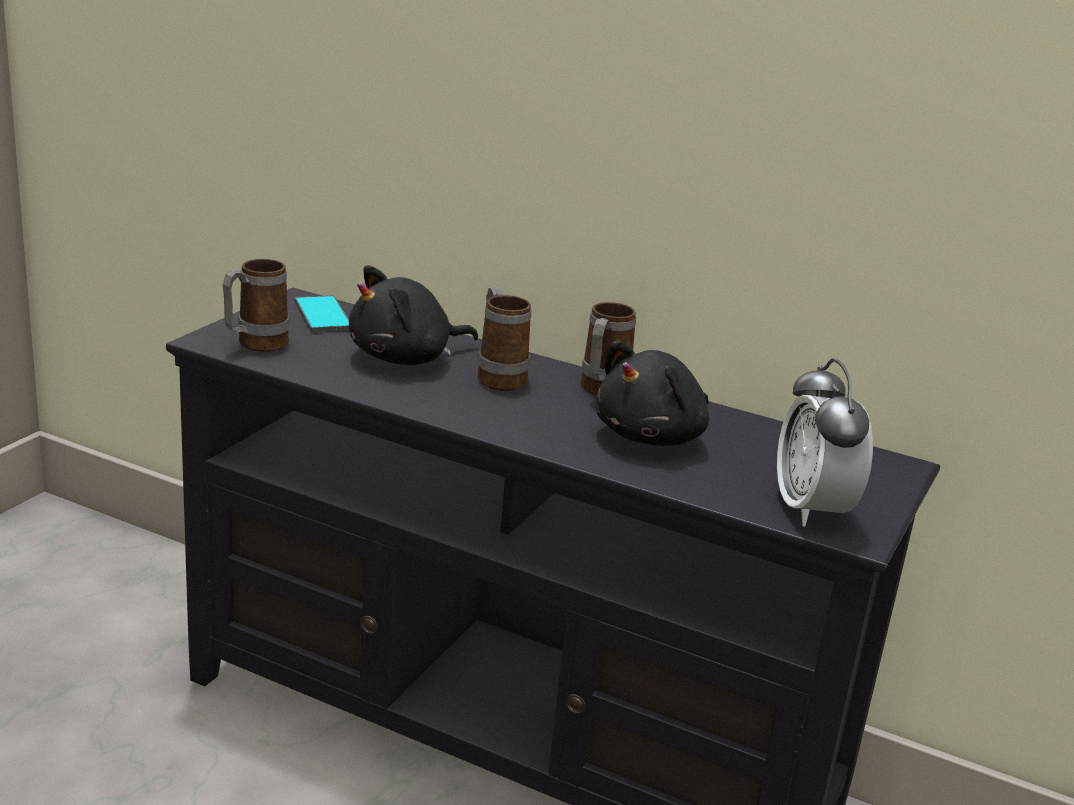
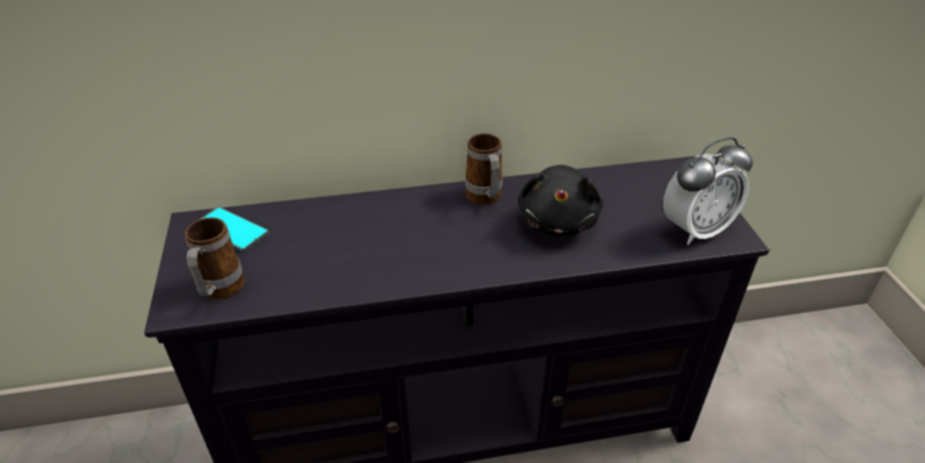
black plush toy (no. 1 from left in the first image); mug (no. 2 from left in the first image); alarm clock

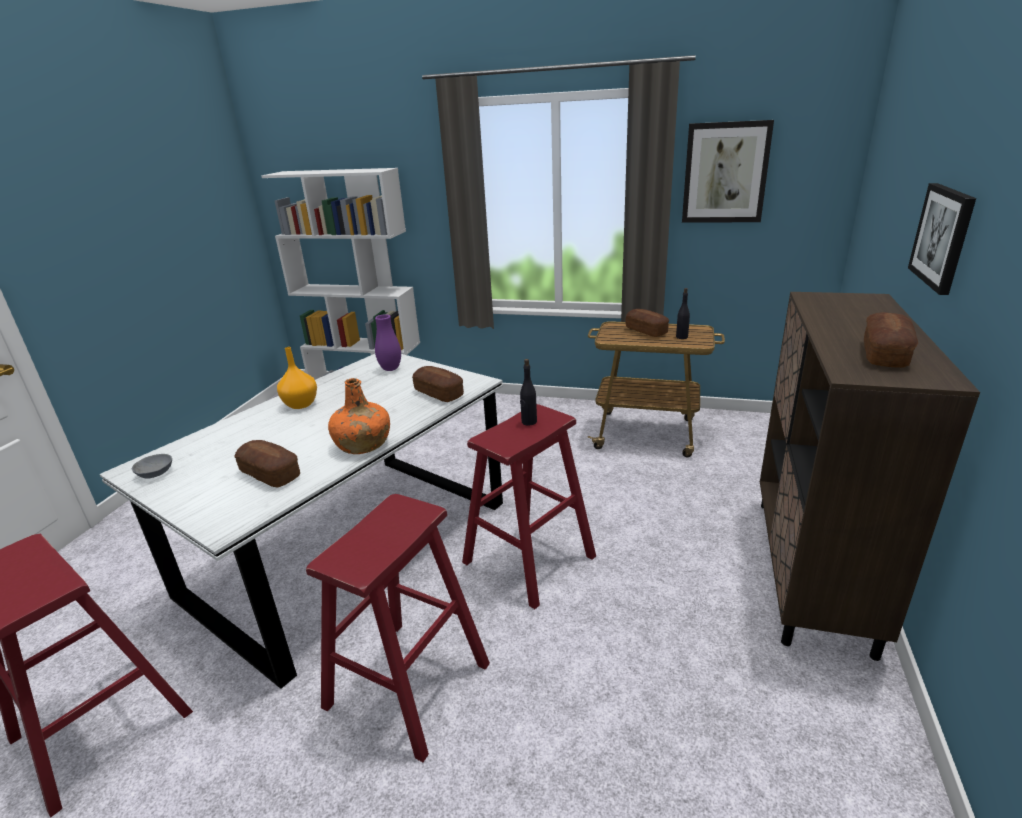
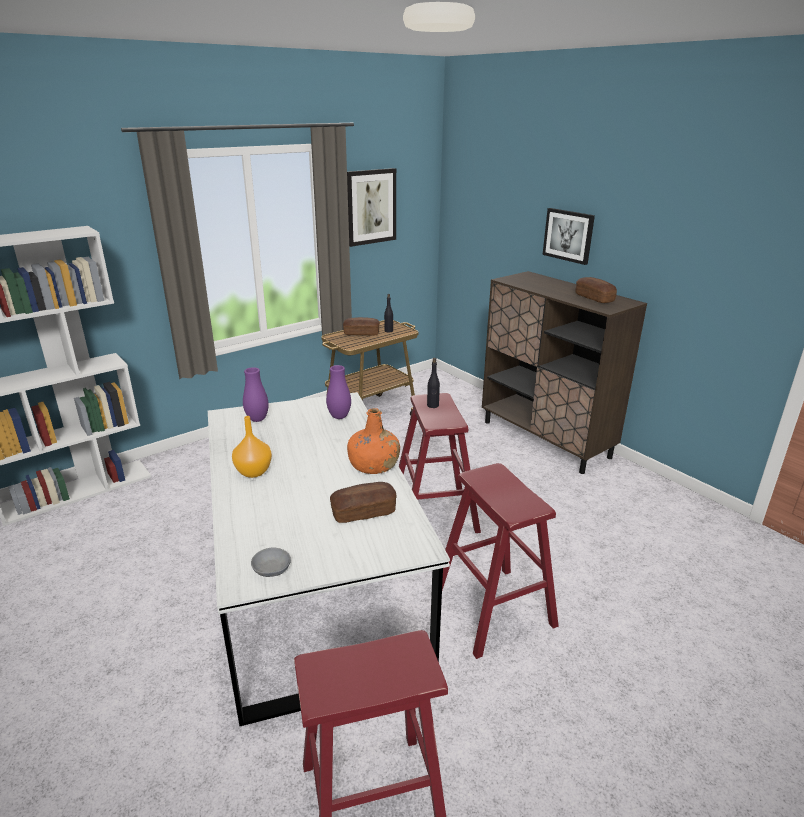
purple vase (no. 2 from left)

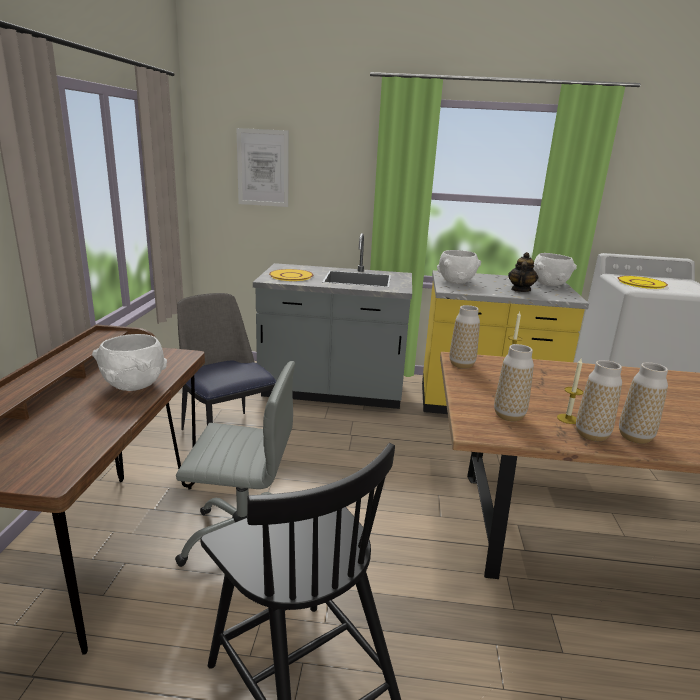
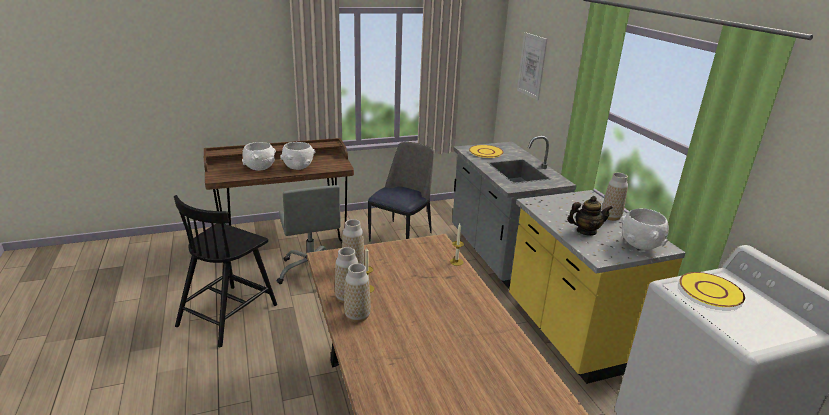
white bowl (no. 1 from left); vase (no. 4 from left)

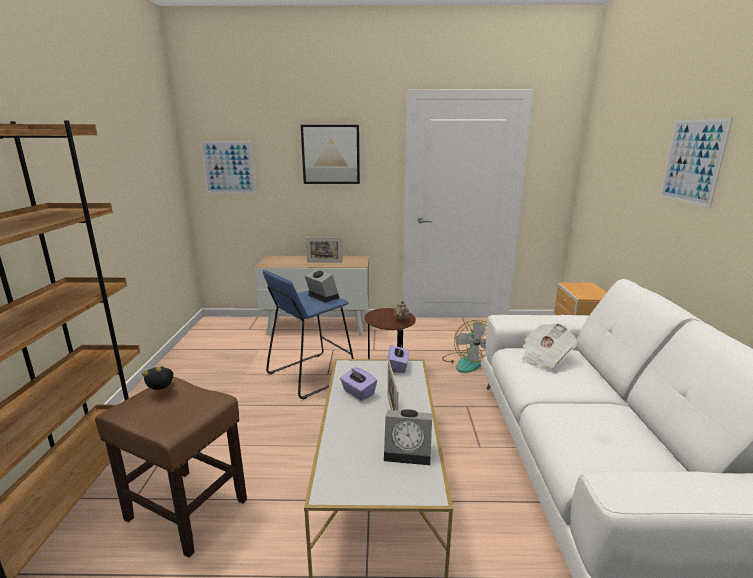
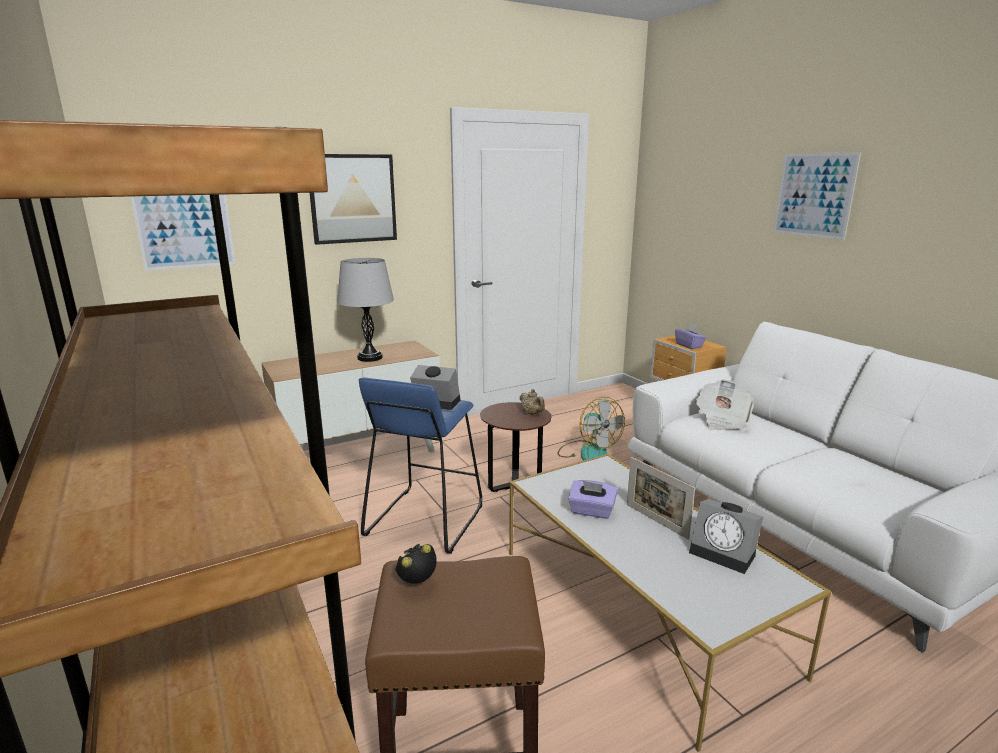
grey table lamp; purple tissue box (no. 2 from left); alarm clock (no. 3 from left)

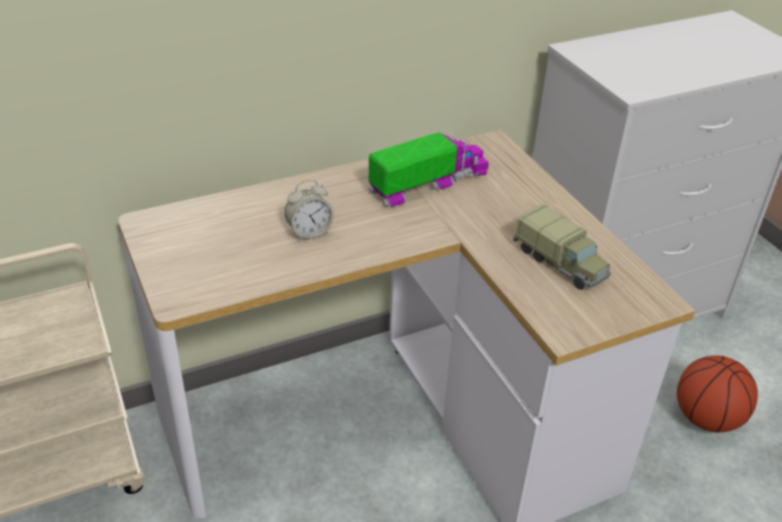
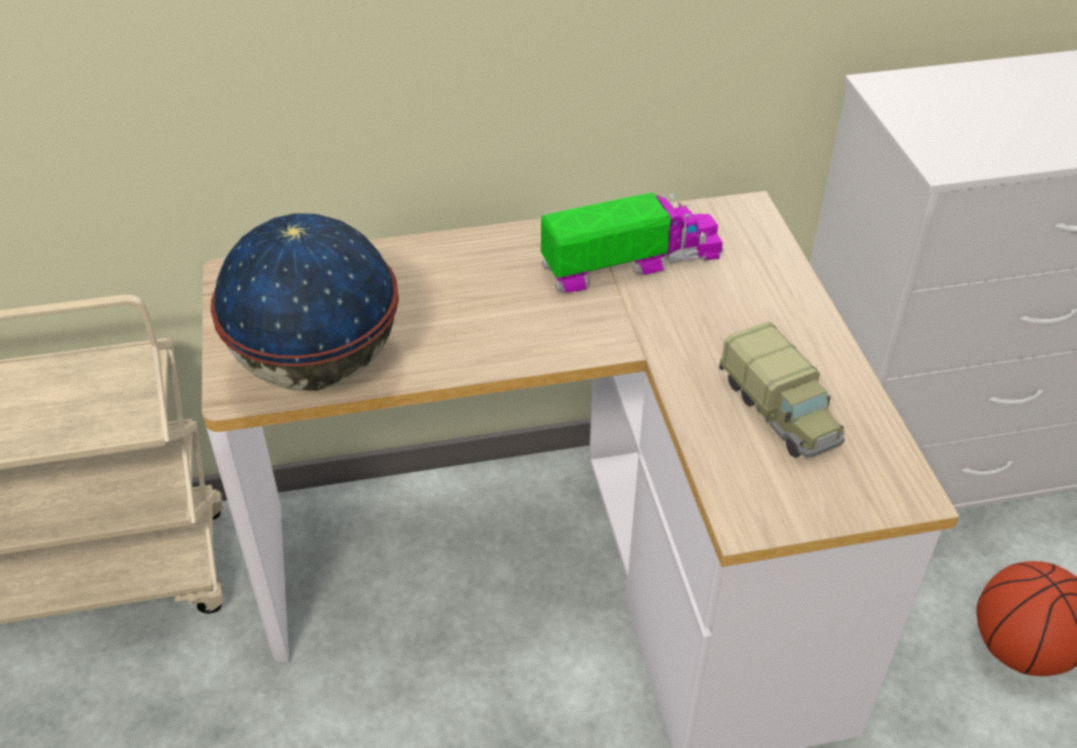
alarm clock; globe

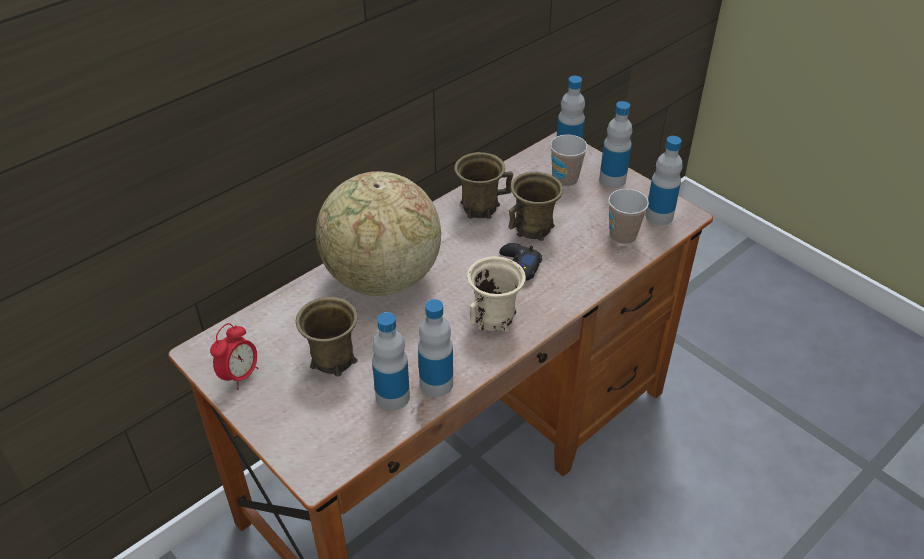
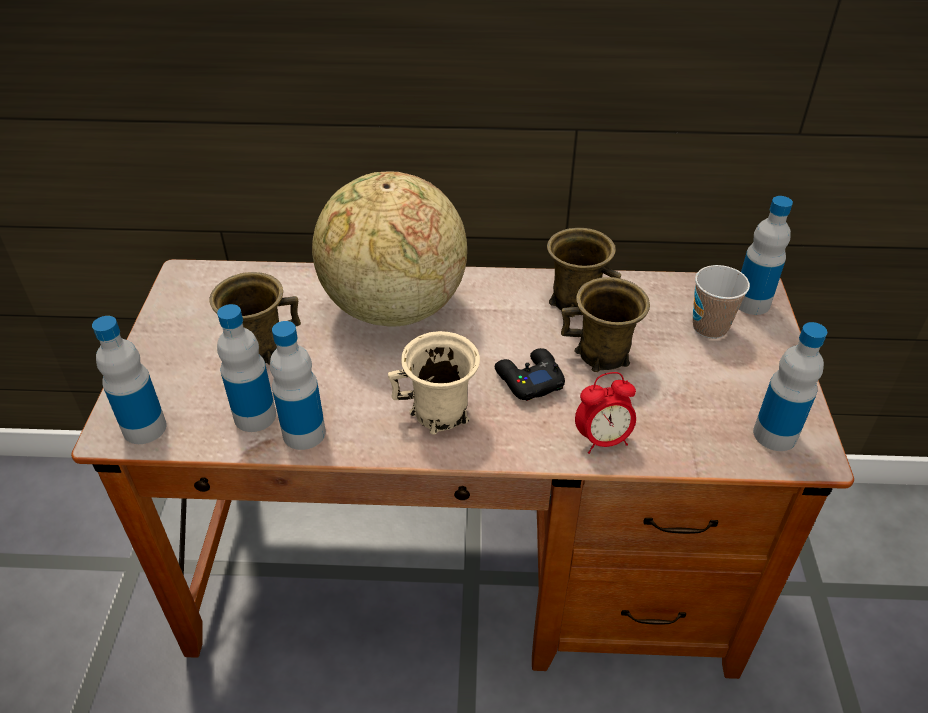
bottle (no. 1 from left); cup (no. 2 from left in the first image); alarm clock

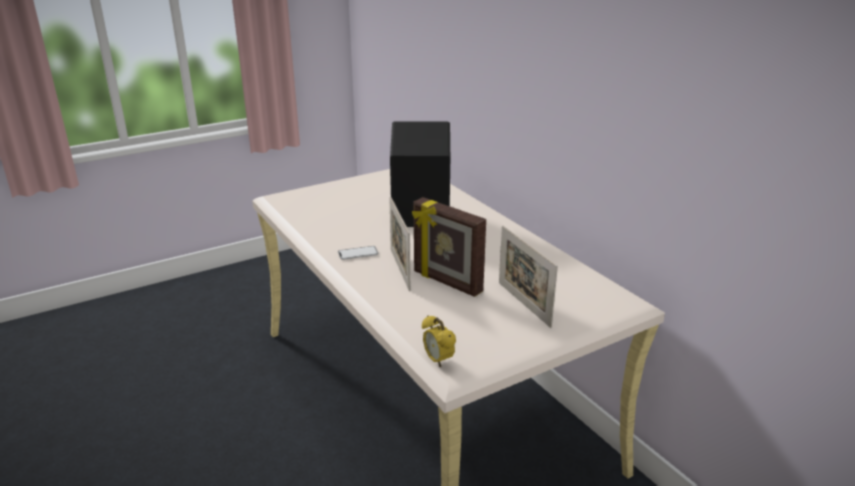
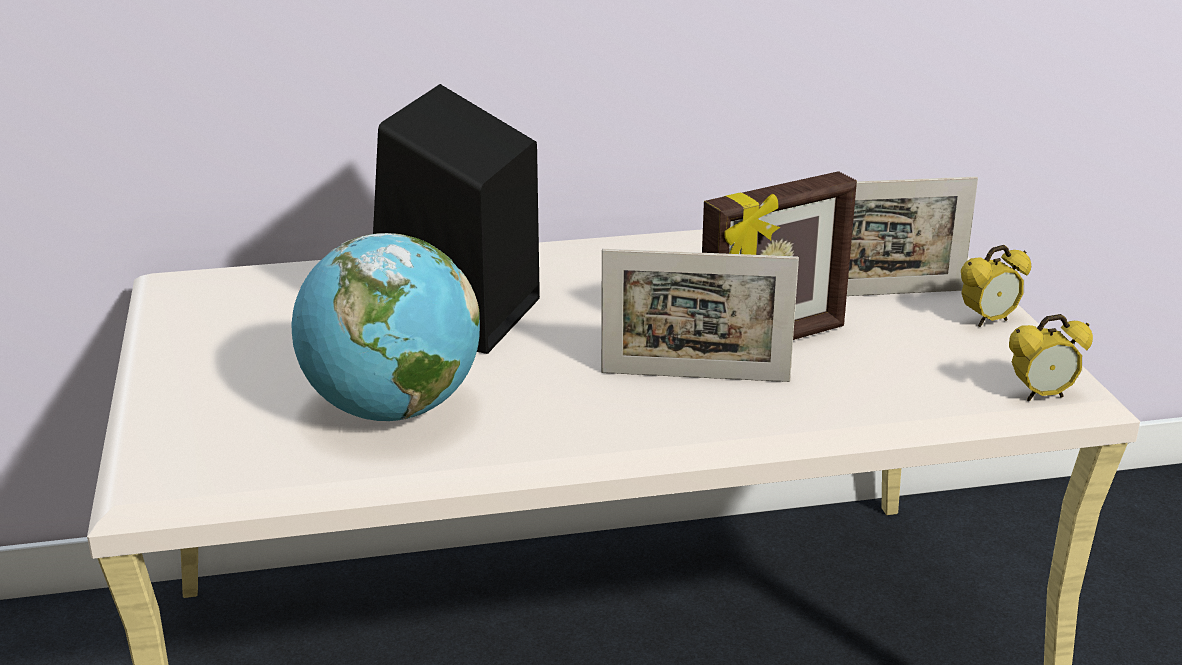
phone; globe; alarm clock (no. 1 from left)

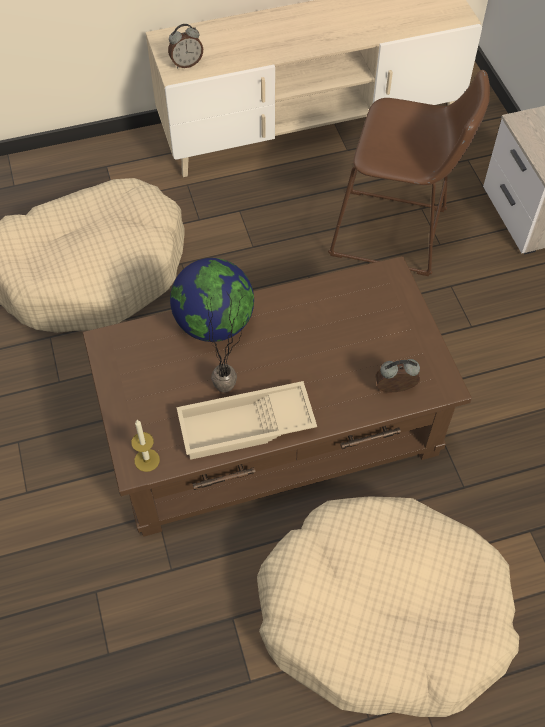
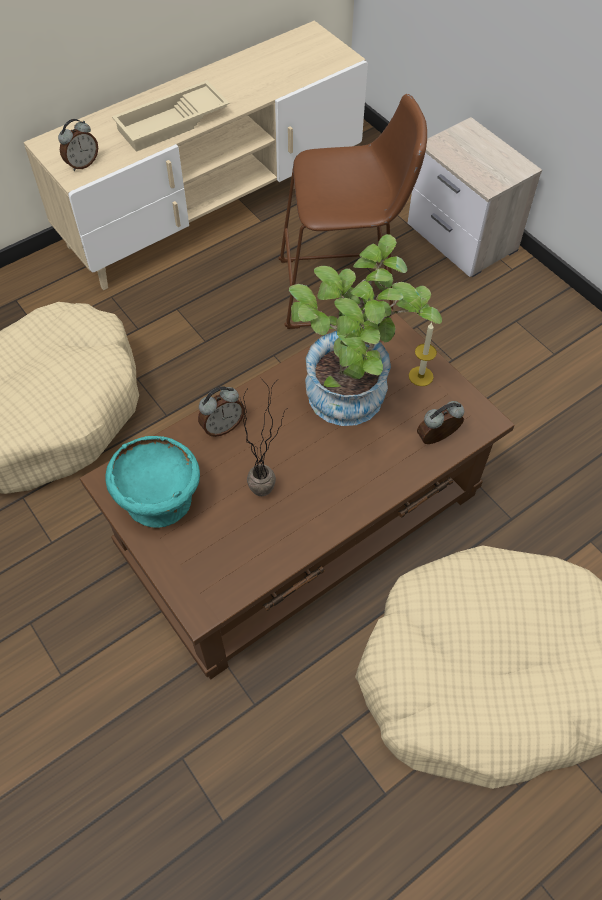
alarm clock (no. 2 from left); beige tray; candle; potted plant (no. 2 from left); turquoise bowl

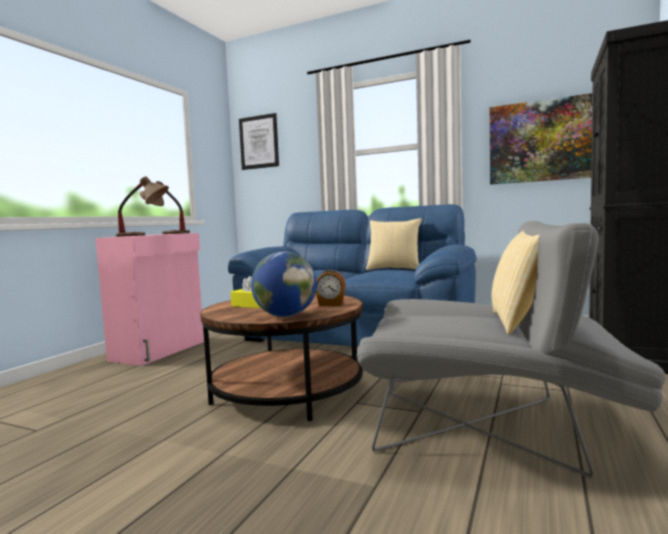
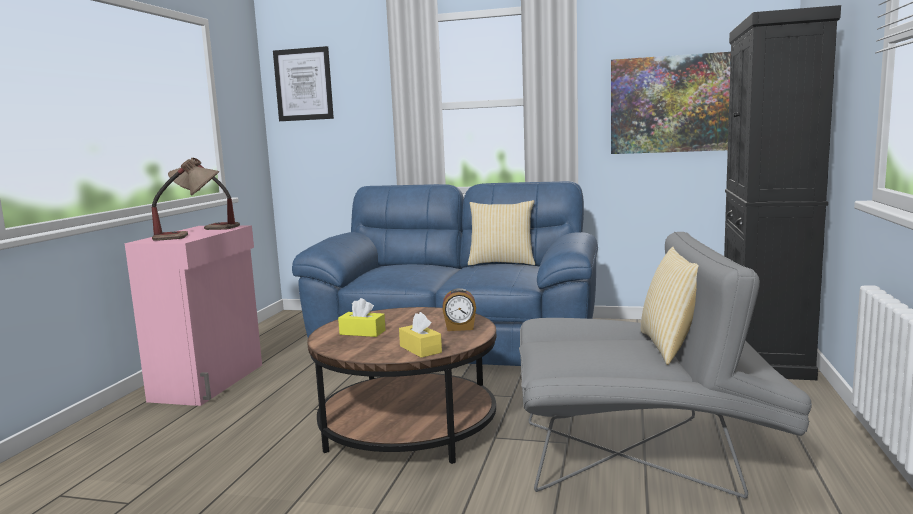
yellow tissue box (no. 2 from left)

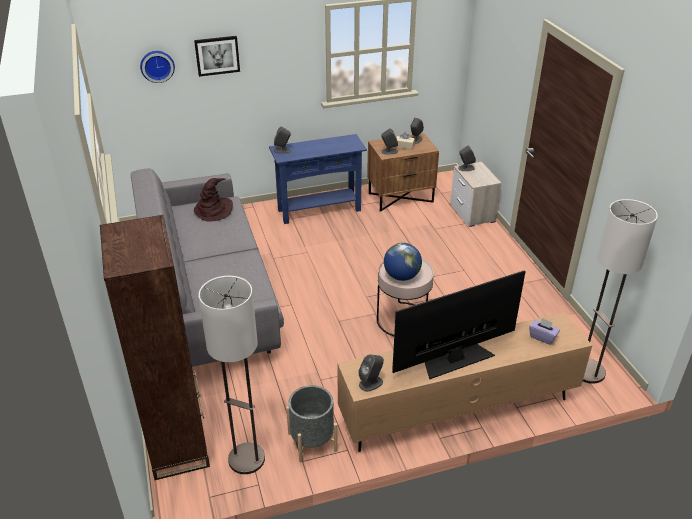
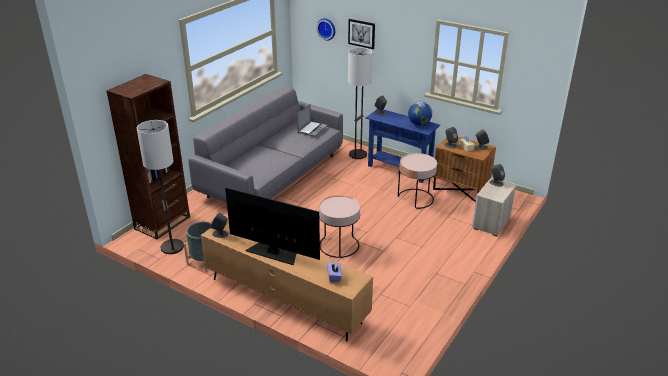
laptop; floor lamp (no. 2 from left); globe; pink side table (no. 2 from left)

